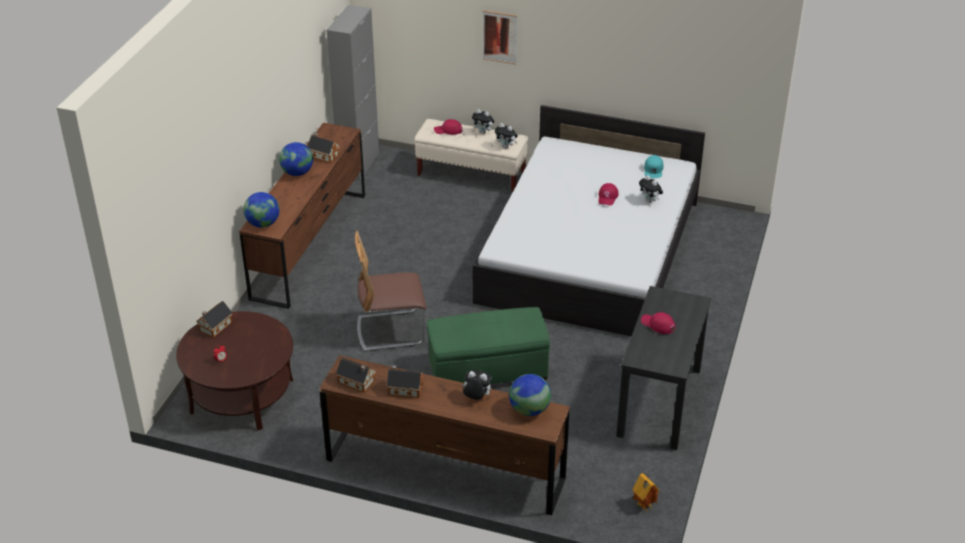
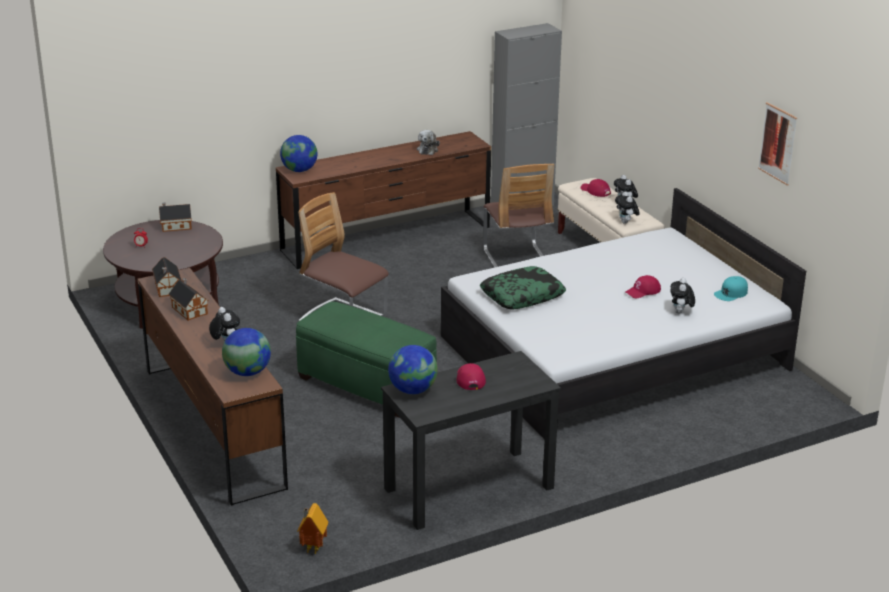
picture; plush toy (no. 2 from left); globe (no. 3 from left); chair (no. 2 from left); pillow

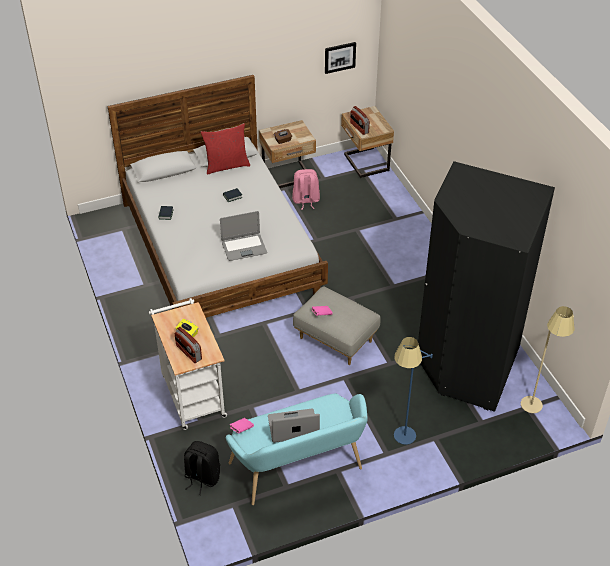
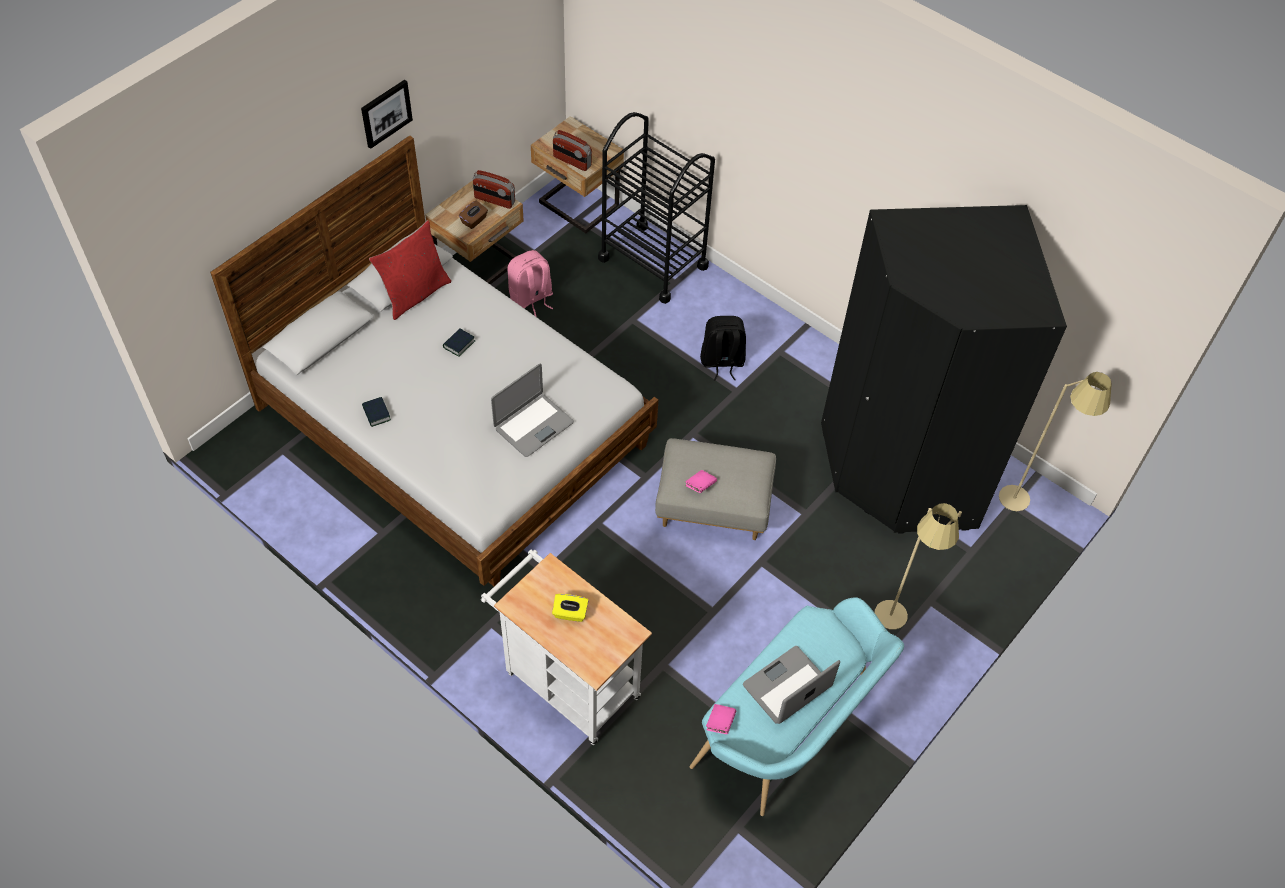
picture; radio (no. 1 from left); beige floor lamp (no. 1 from left); black backpack; black cart

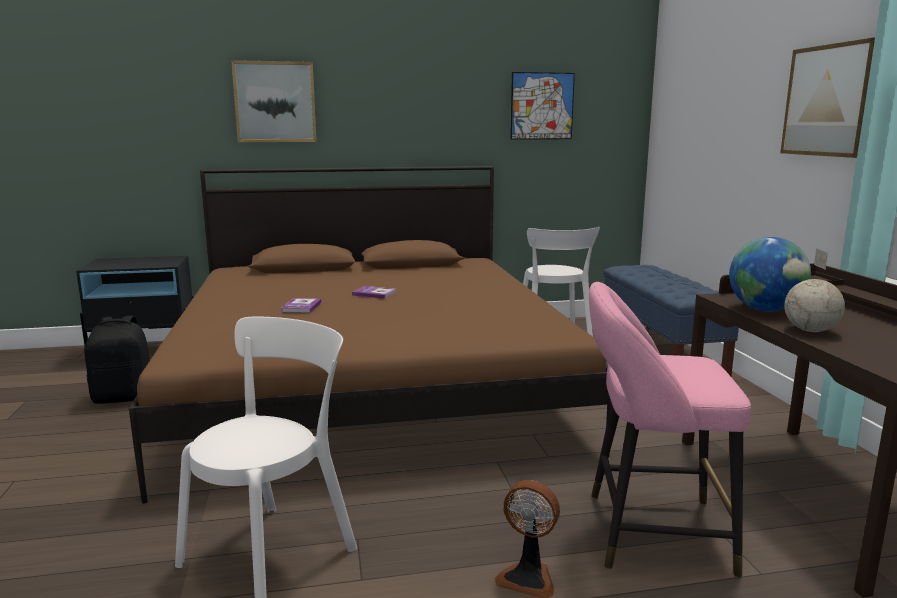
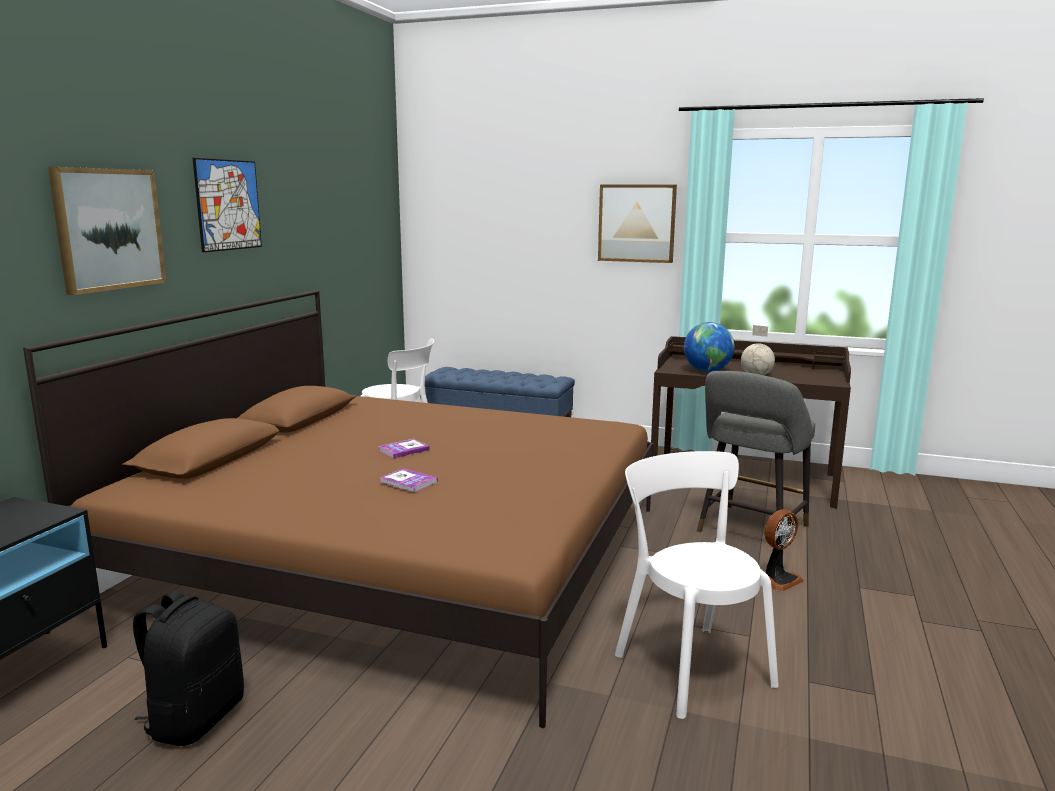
picture (no. 2 from left); grey stool

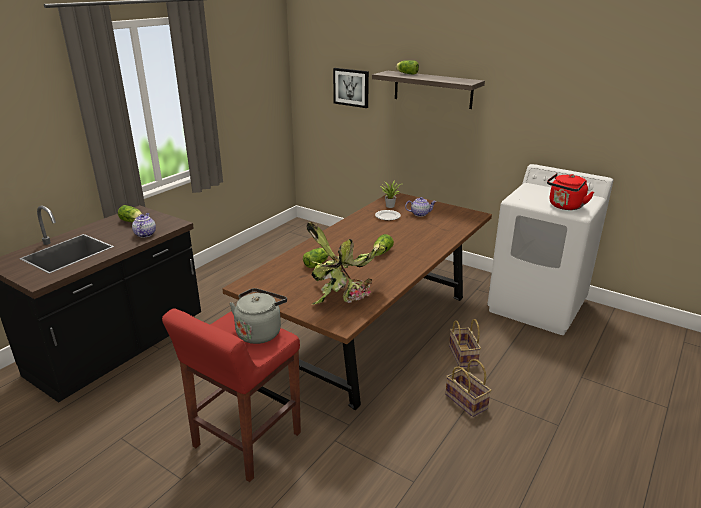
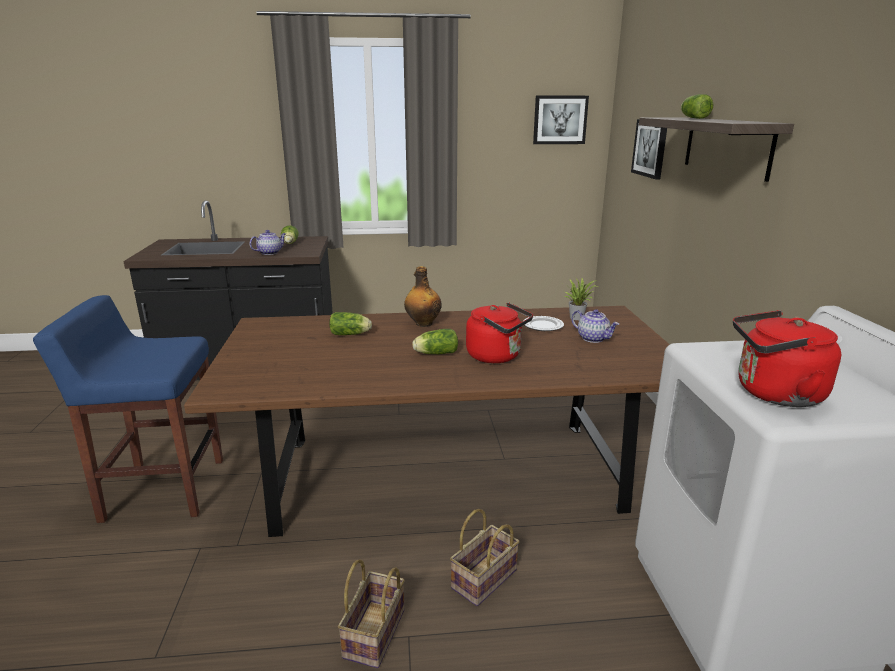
potted plant (no. 1 from left in the first image); grey kettle; blue stool; picture (no. 1 from left); bottle; red kettle (no. 1 from left)

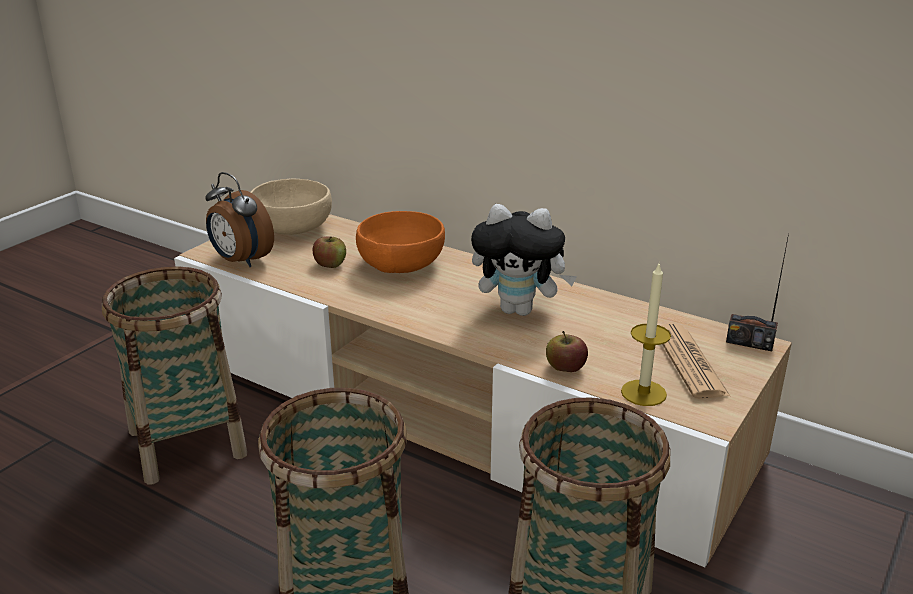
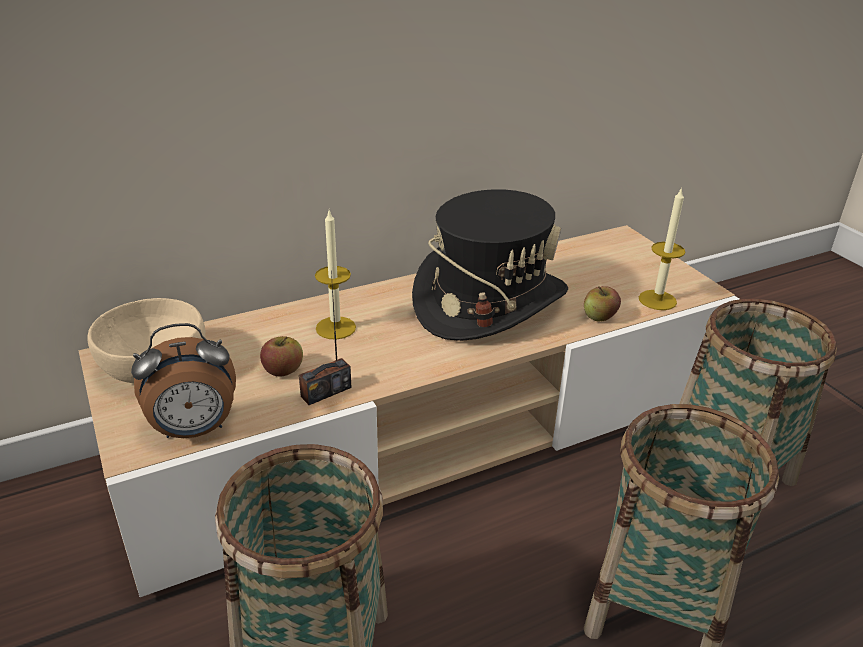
black hat; candle (no. 1 from left); radio; newspaper

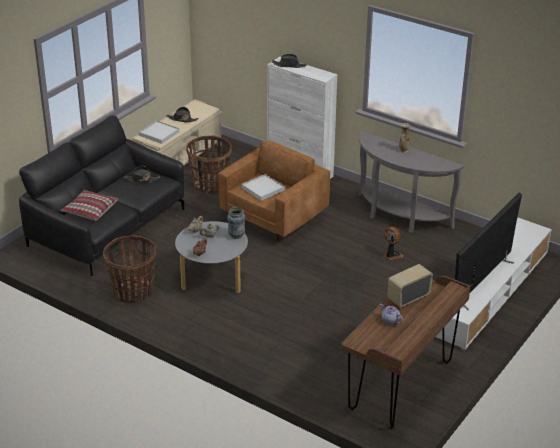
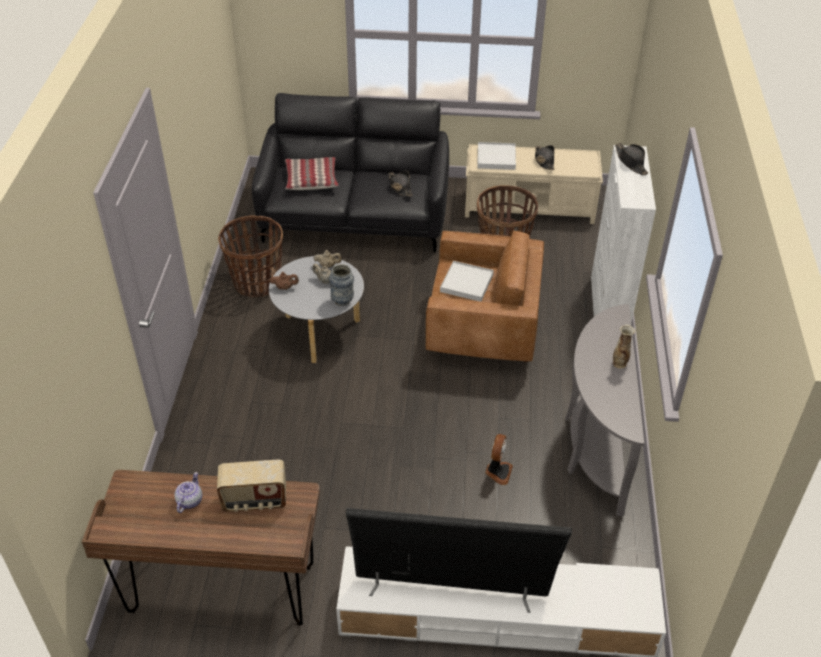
radio

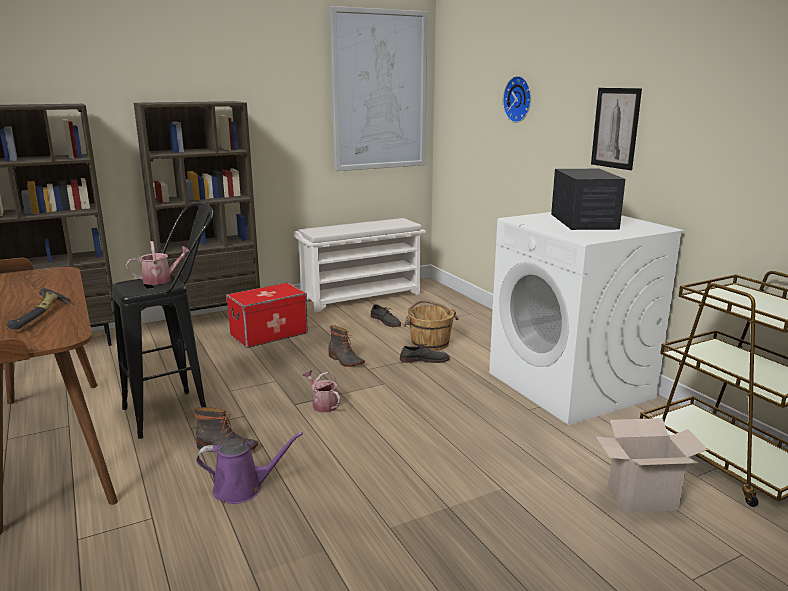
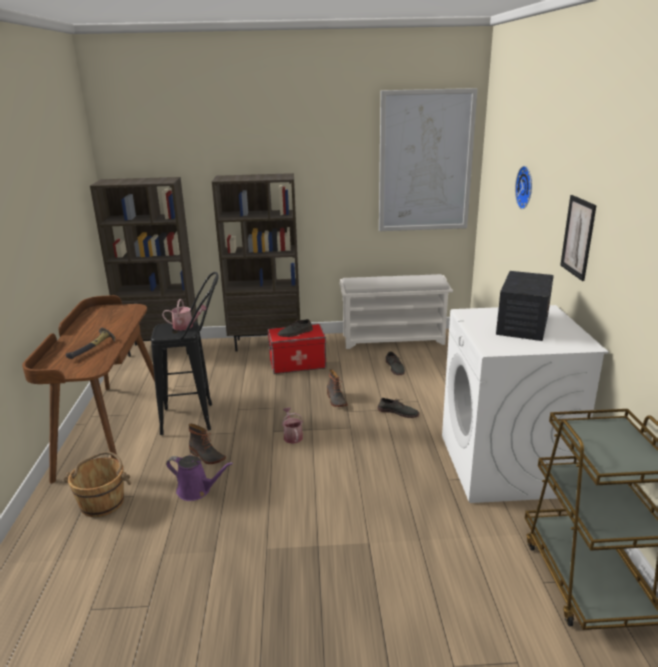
brown bucket; cardboard box; grey shoe (no. 1 from left)

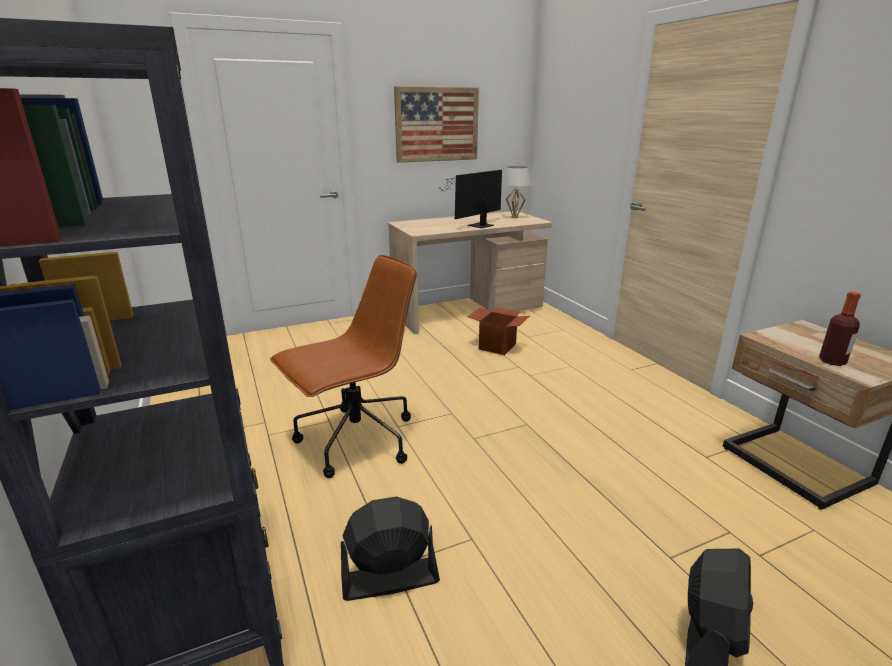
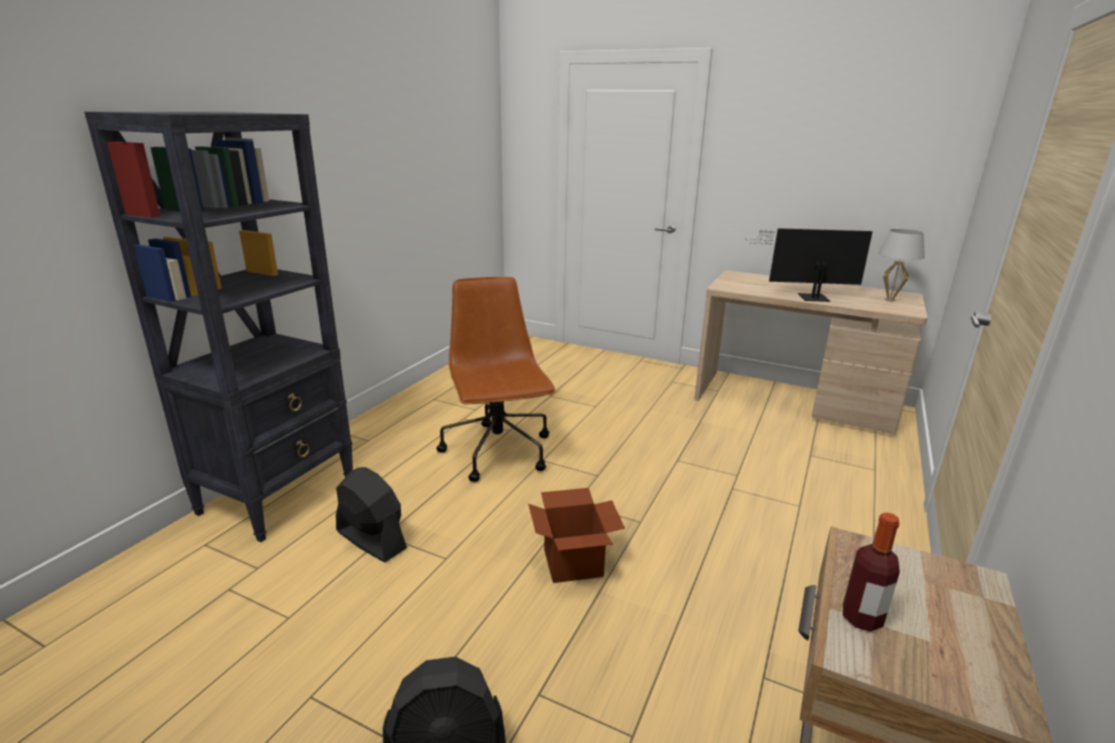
picture; brown office chair; cardboard box

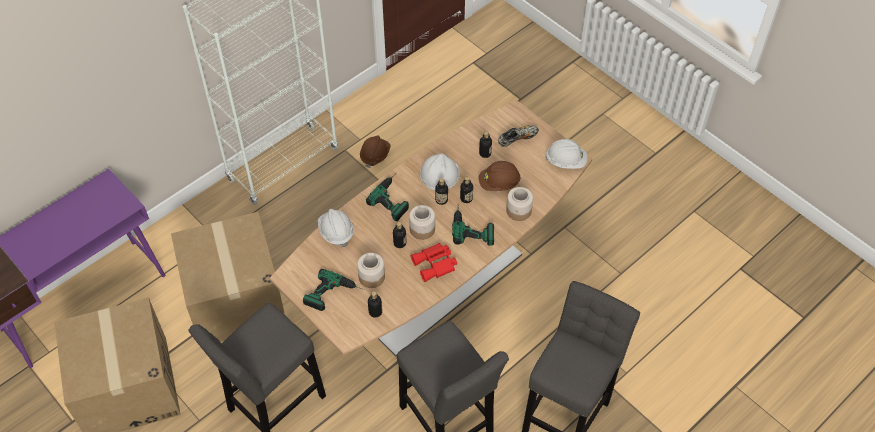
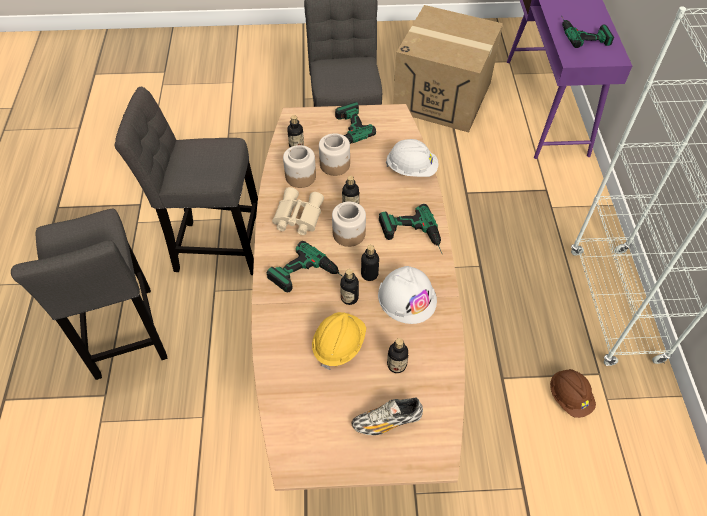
shoe; white hard hat (no. 3 from left in the first image); yellow hard hat; jar (no. 1 from left); cardboard box (no. 2 from left in the first image); beige binoculars; power drill (no. 4 from left)

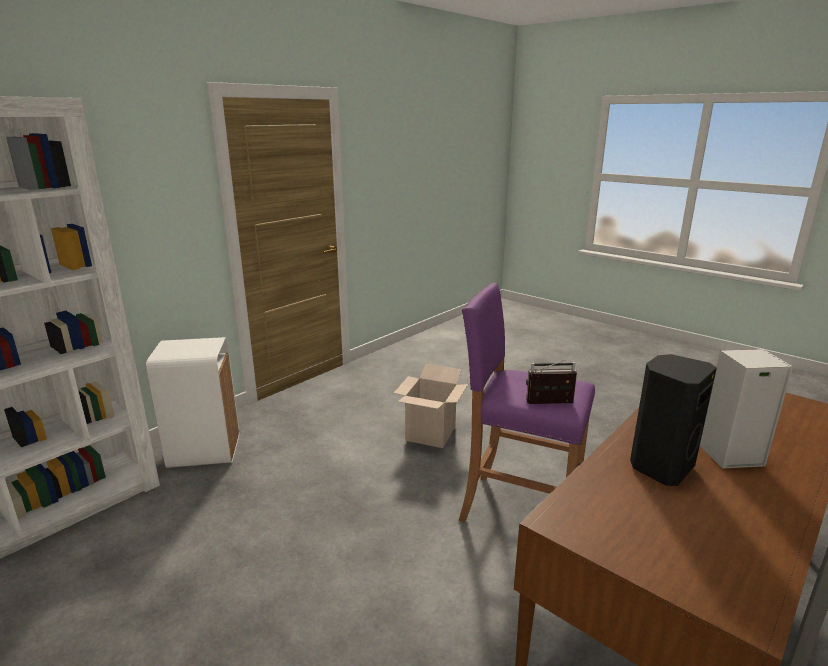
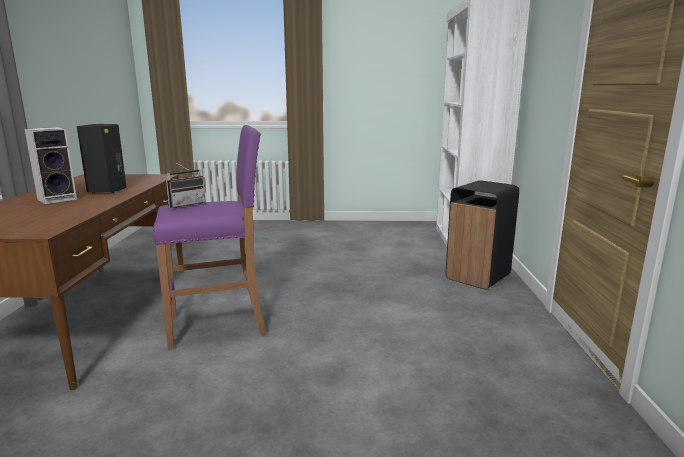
black trash can; cardboard box

